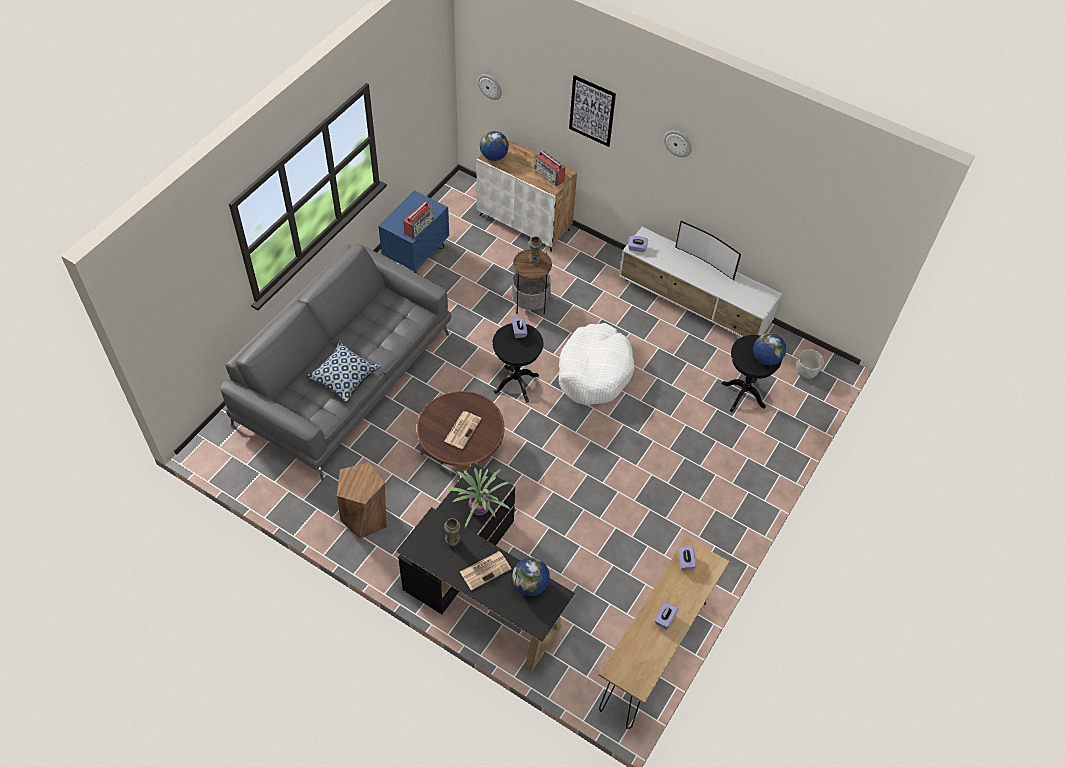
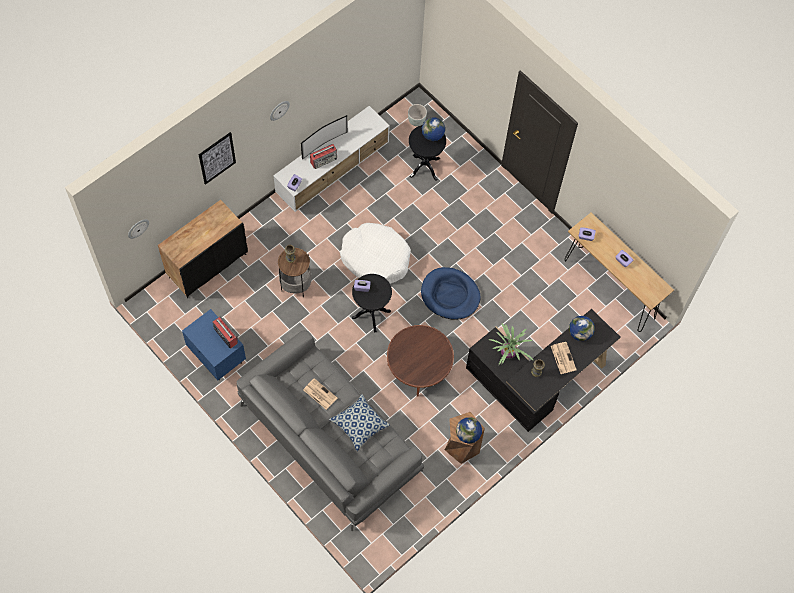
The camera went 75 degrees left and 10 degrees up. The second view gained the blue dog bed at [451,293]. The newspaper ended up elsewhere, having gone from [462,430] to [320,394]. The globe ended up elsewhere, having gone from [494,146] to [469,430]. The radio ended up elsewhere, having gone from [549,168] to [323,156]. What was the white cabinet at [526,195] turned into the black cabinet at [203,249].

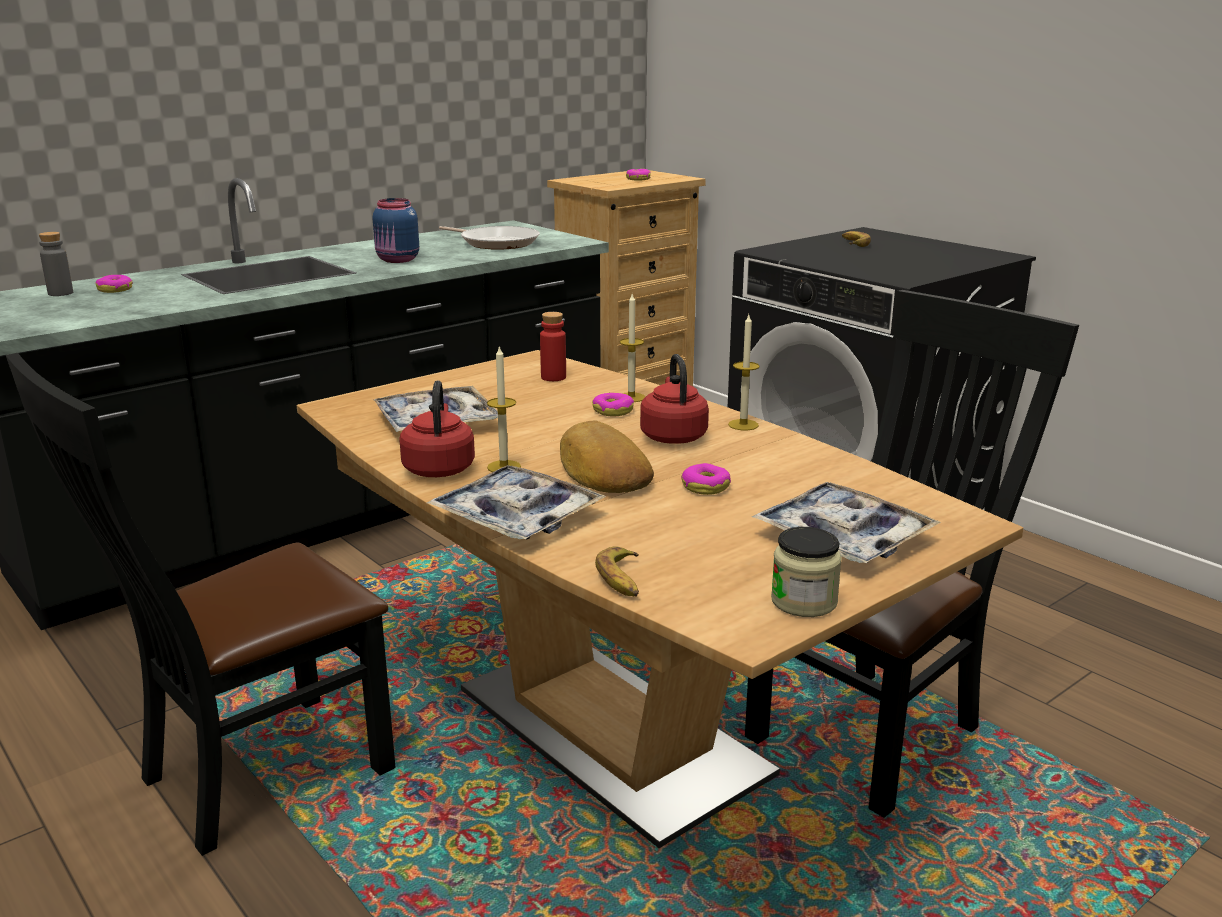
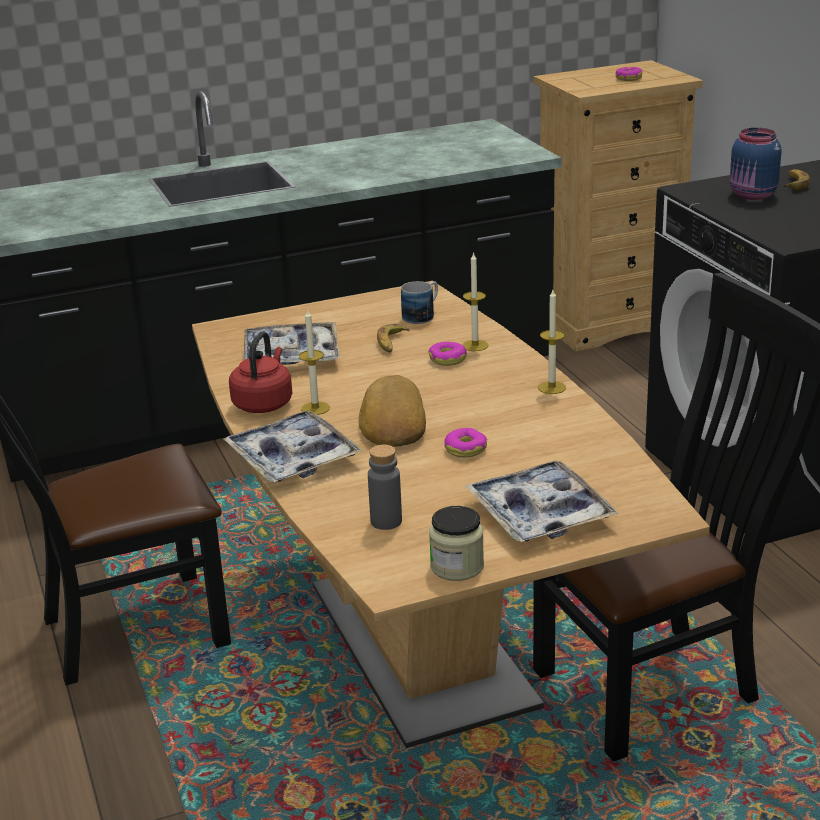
The camera went 20 degrees right and 5 degrees up. The second view lost the donut at [114,284]. The second view lost the frying pan at [489,238]. The second view lost the red kettle at [674,399]. The grey bottle ended up elsewhere, having gone from [56,264] to [385,487]. The blue jar ended up elsewhere, having gone from [396,230] to [756,164]. The banana ended up elsewhere, having gone from [617,571] to [393,338]. Where the red bottle stood at [553,346], the mug came to stand at [419,302].

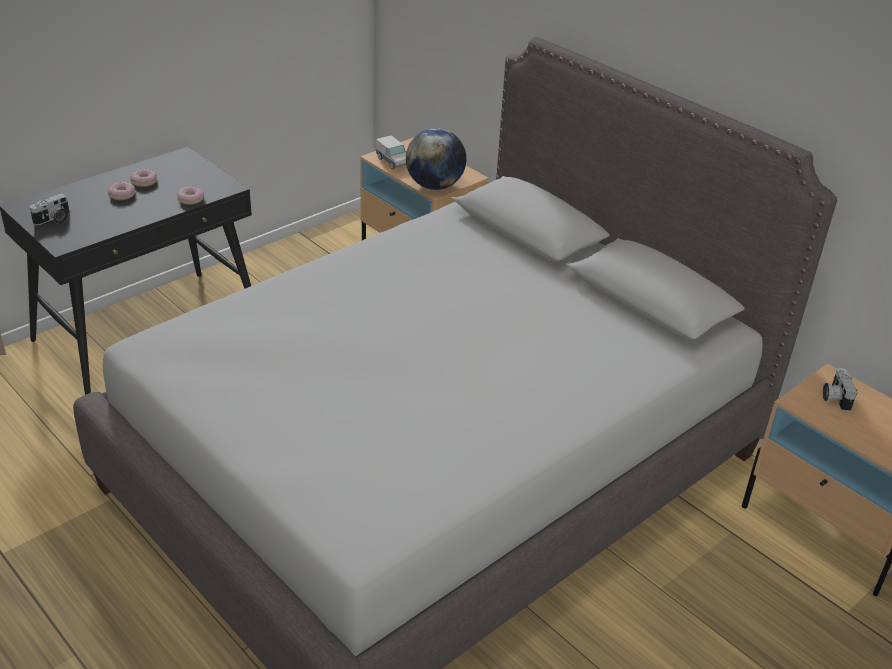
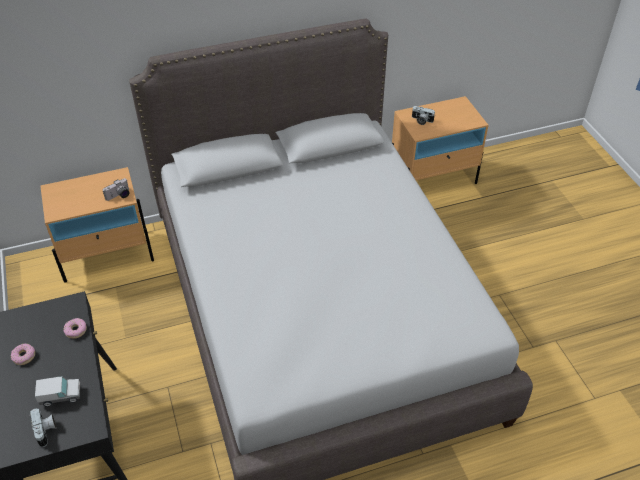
The camera went 65 degrees left and 10 degrees up. The second view lost the donut at [121,191]. The toy truck ended up elsewhere, having gone from [391,152] to [57,392]. Where the globe stood at [436,159], the photo camera came to stand at [116,189].

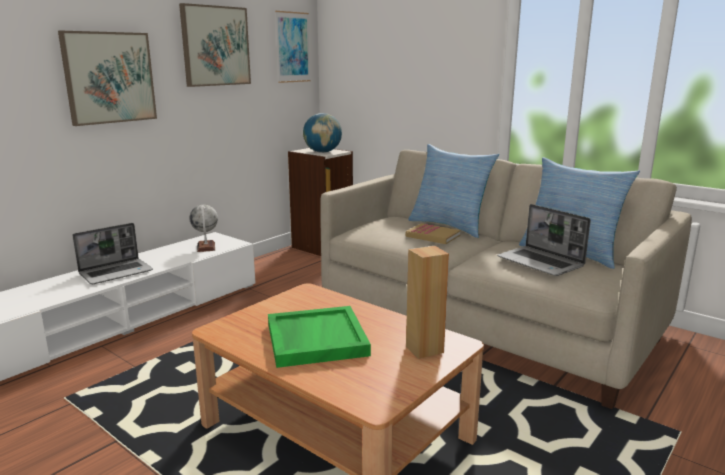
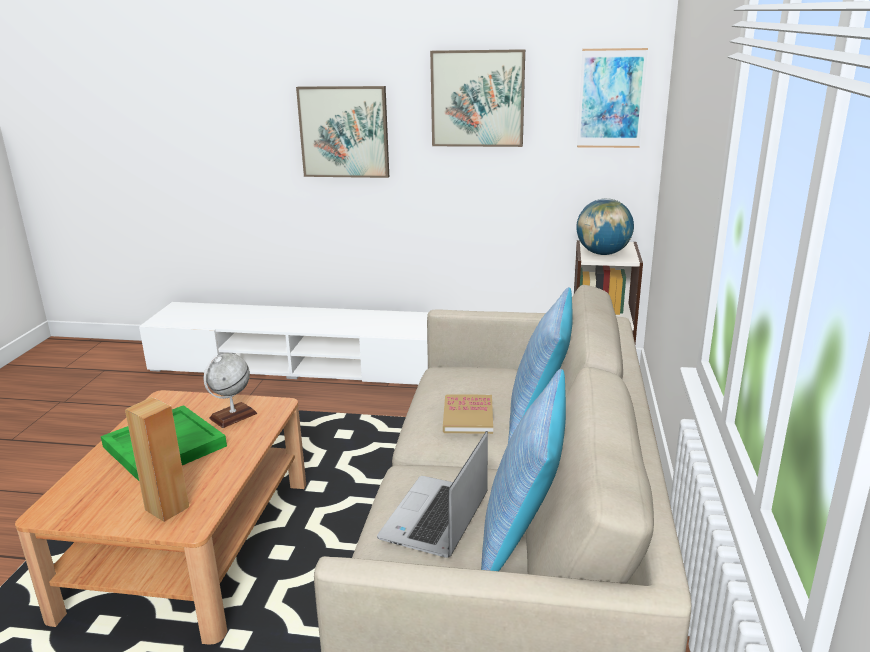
The camera went 60 degrees right and 5 degrees up. The second view lost the laptop at [112,253]. The globe ended up elsewhere, having gone from [203,228] to [230,390].

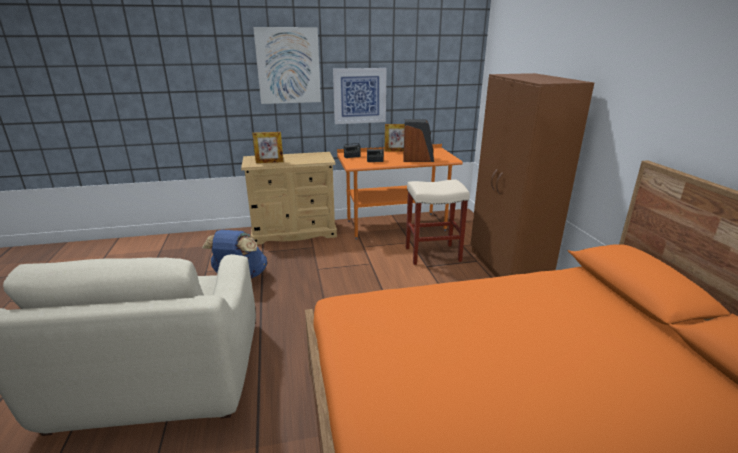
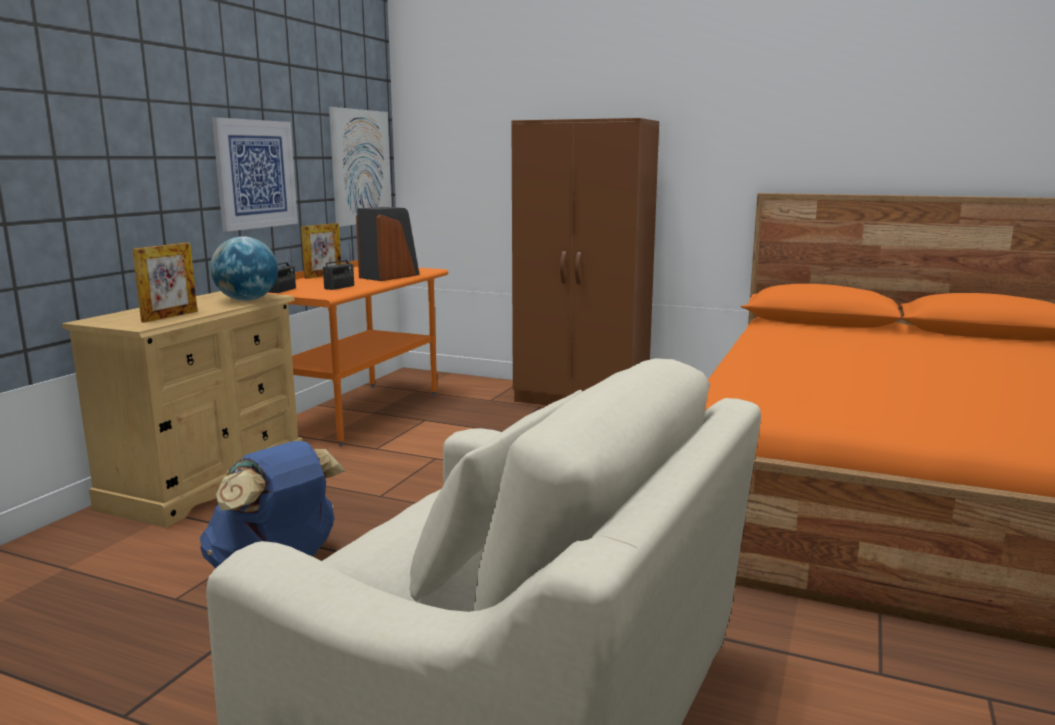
The camera went 55 degrees left and 10 degrees down. The second view lost the beige stool at [438,222]. The second view gained the globe at [244,268]. The picture ended up elsewhere, having gone from [287,65] to [360,167].

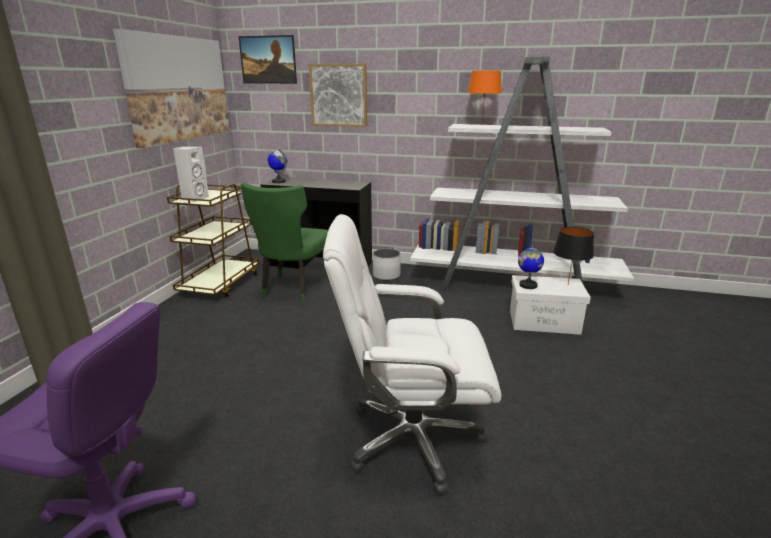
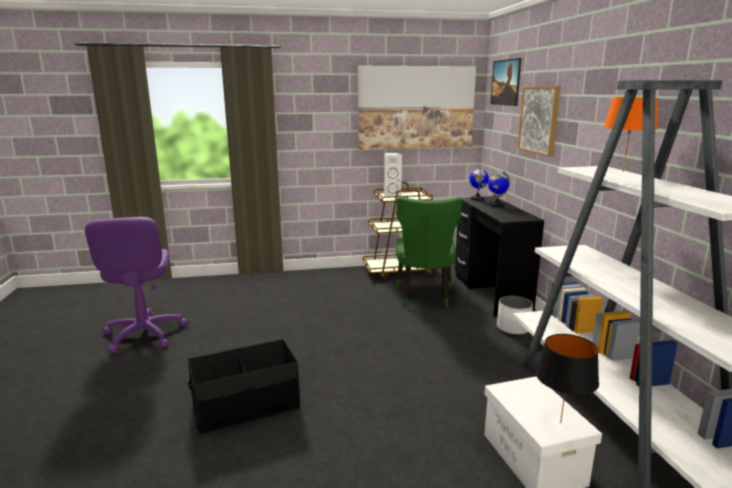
The camera went 65 degrees right and 5 degrees down. The globe ended up elsewhere, having gone from [531,266] to [499,189]. Where the white office chair stood at [412,354], the black storage box came to stand at [244,386]. The green chair at [285,243] ended up facing another way, 75 degrees counterclockwise from before.

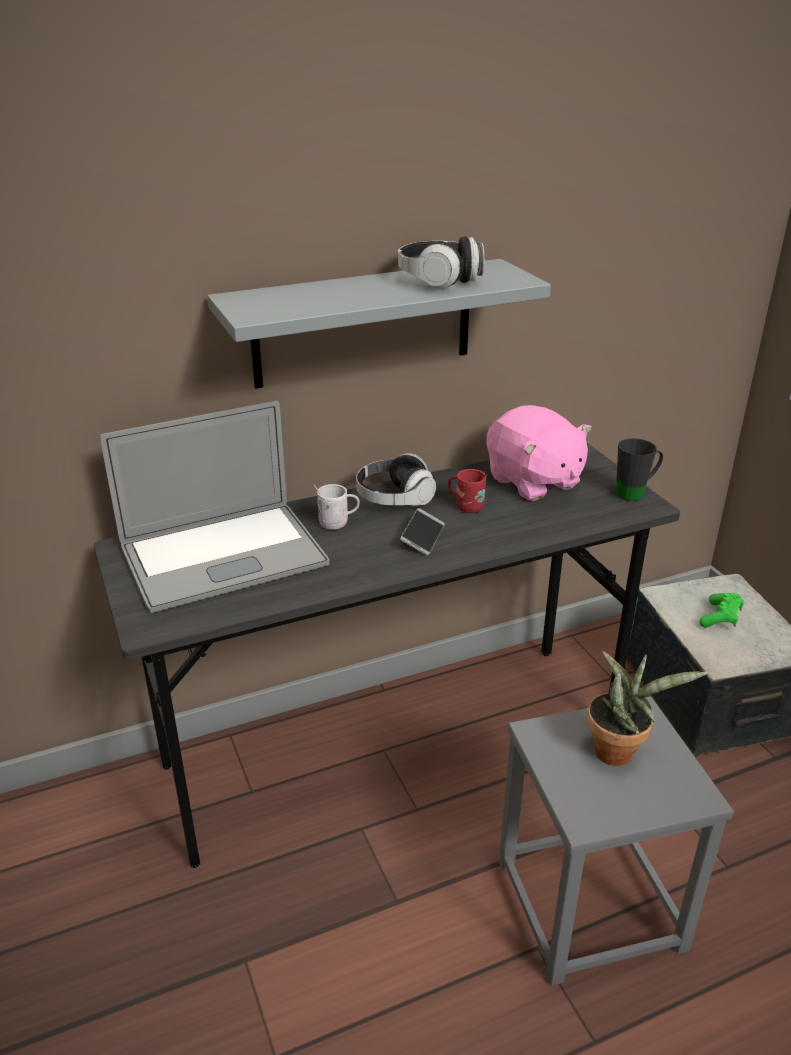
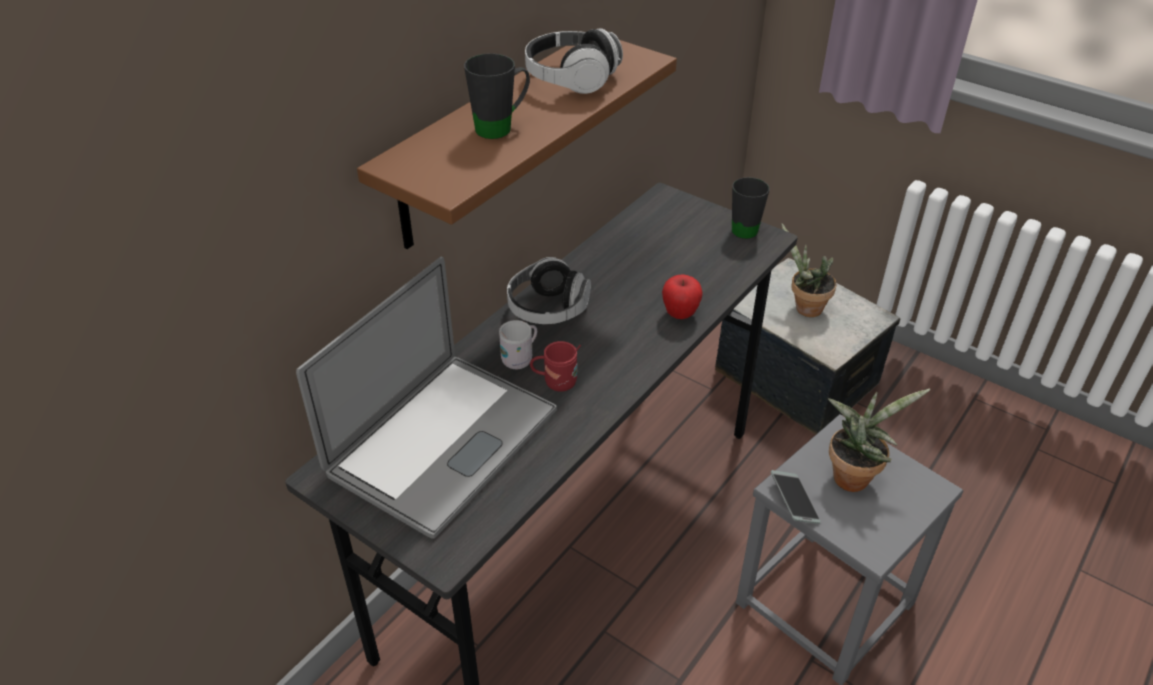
The camera went 30 degrees left and 10 degrees up. The second view lost the pink plush toy at [539,453]. The second view gained the black mug at [497,96]. The second view gained the apple at [682,296]. The phone ended up elsewhere, having gone from [422,531] to [796,497]. The red mug ended up elsewhere, having gone from [468,491] to [555,366]. Where the green game controller stood at [721,610], the potted plant came to stand at [808,270]. What was the grey shelf at [379,324] turned into the brown shelf at [517,144].

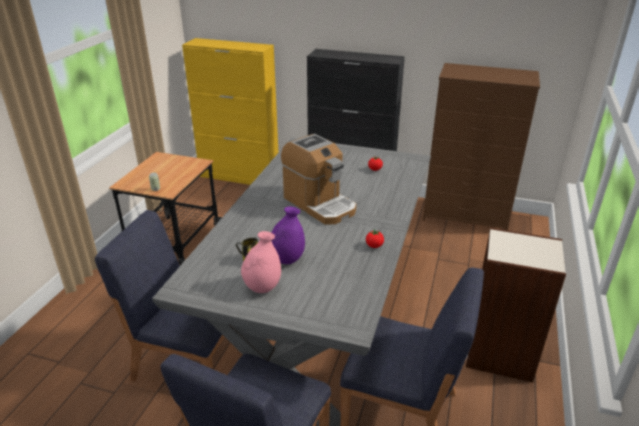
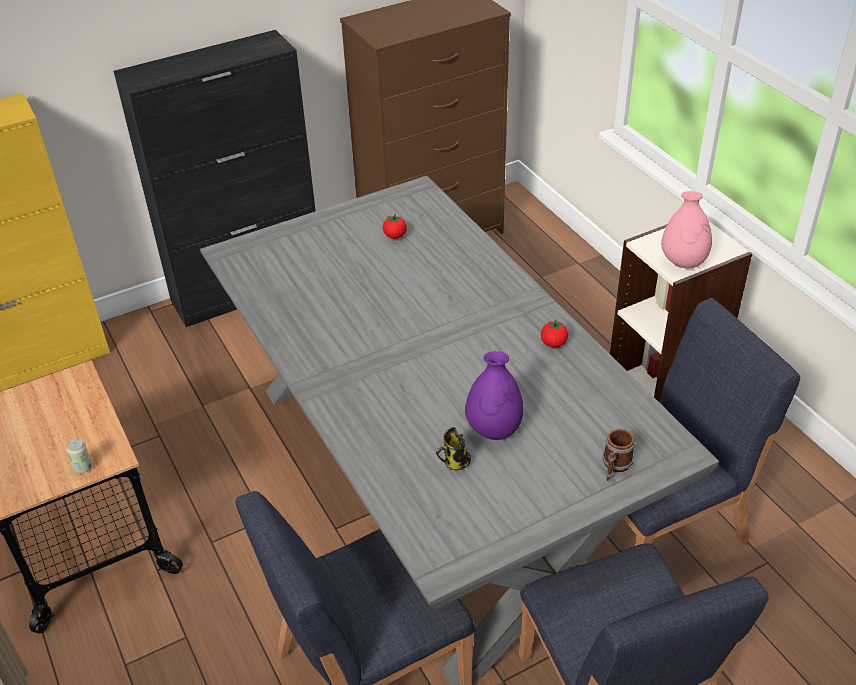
The camera went 45 degrees left and 10 degrees up. The second view lost the coffee machine at [318,179]. The second view gained the mug at [618,455]. The pink vase ended up elsewhere, having gone from [261,262] to [686,229].

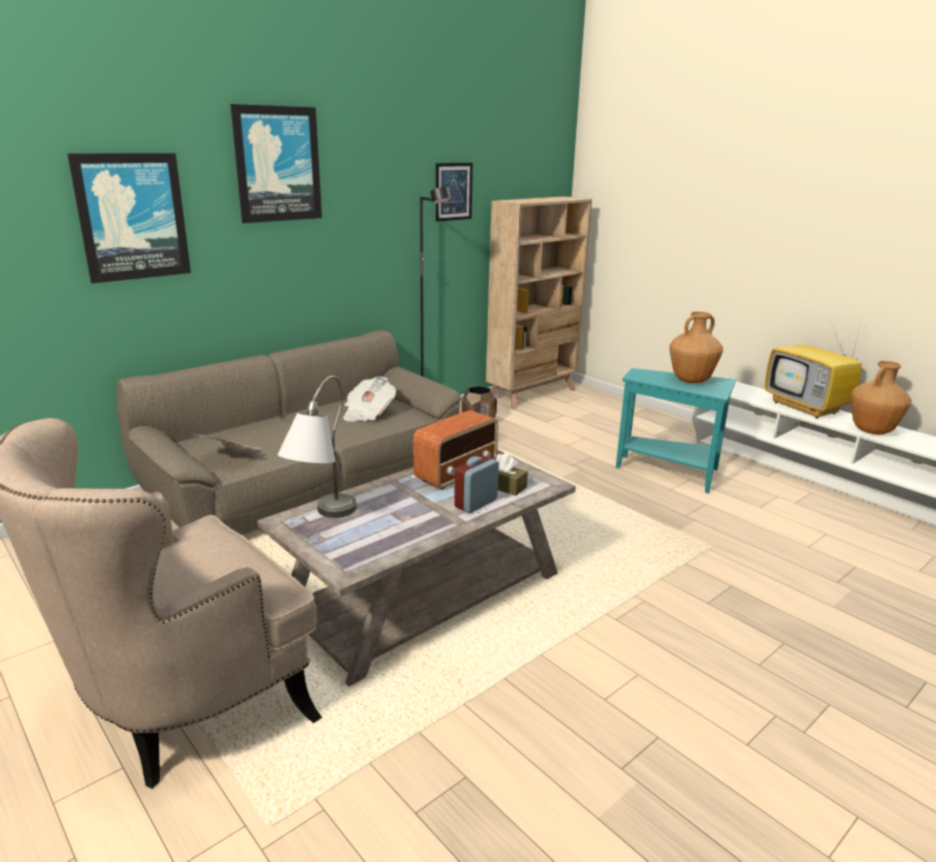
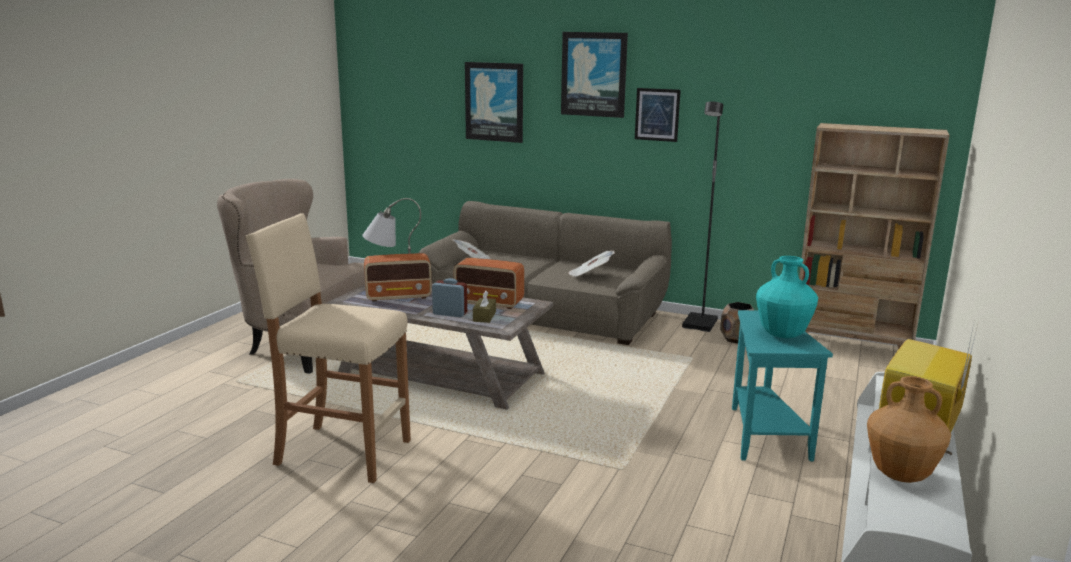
The camera went 65 degrees right and 5 degrees down. The second view gained the beige stool at [328,348]. The second view gained the radio at [398,277]. The picture ended up elsewhere, having gone from [454,192] to [658,115]. What was the brown vase at [696,347] turned into the turquoise vase at [787,297].

